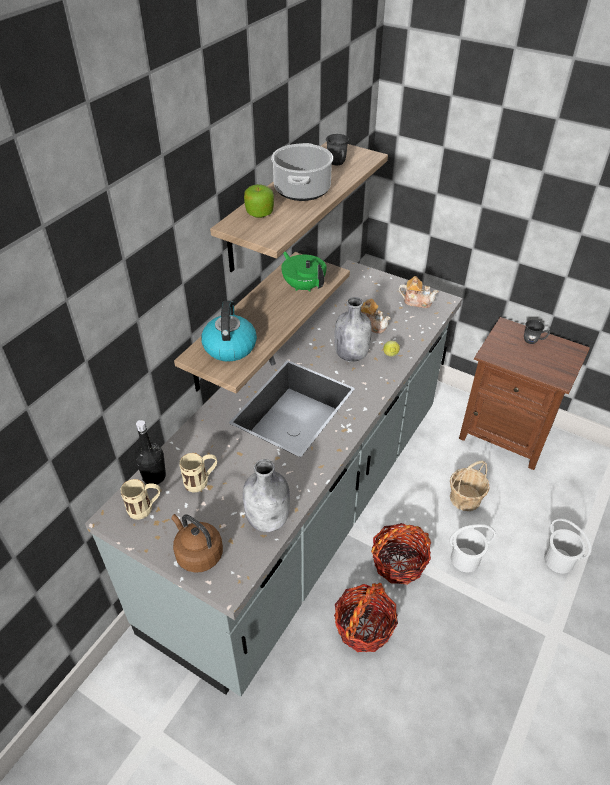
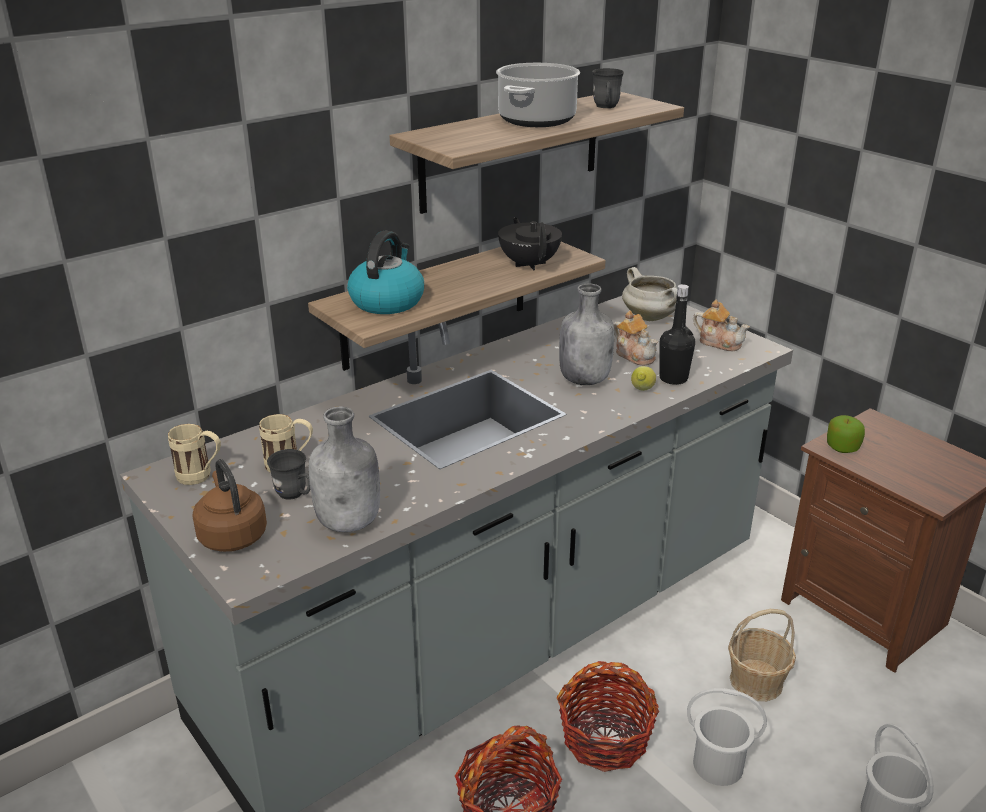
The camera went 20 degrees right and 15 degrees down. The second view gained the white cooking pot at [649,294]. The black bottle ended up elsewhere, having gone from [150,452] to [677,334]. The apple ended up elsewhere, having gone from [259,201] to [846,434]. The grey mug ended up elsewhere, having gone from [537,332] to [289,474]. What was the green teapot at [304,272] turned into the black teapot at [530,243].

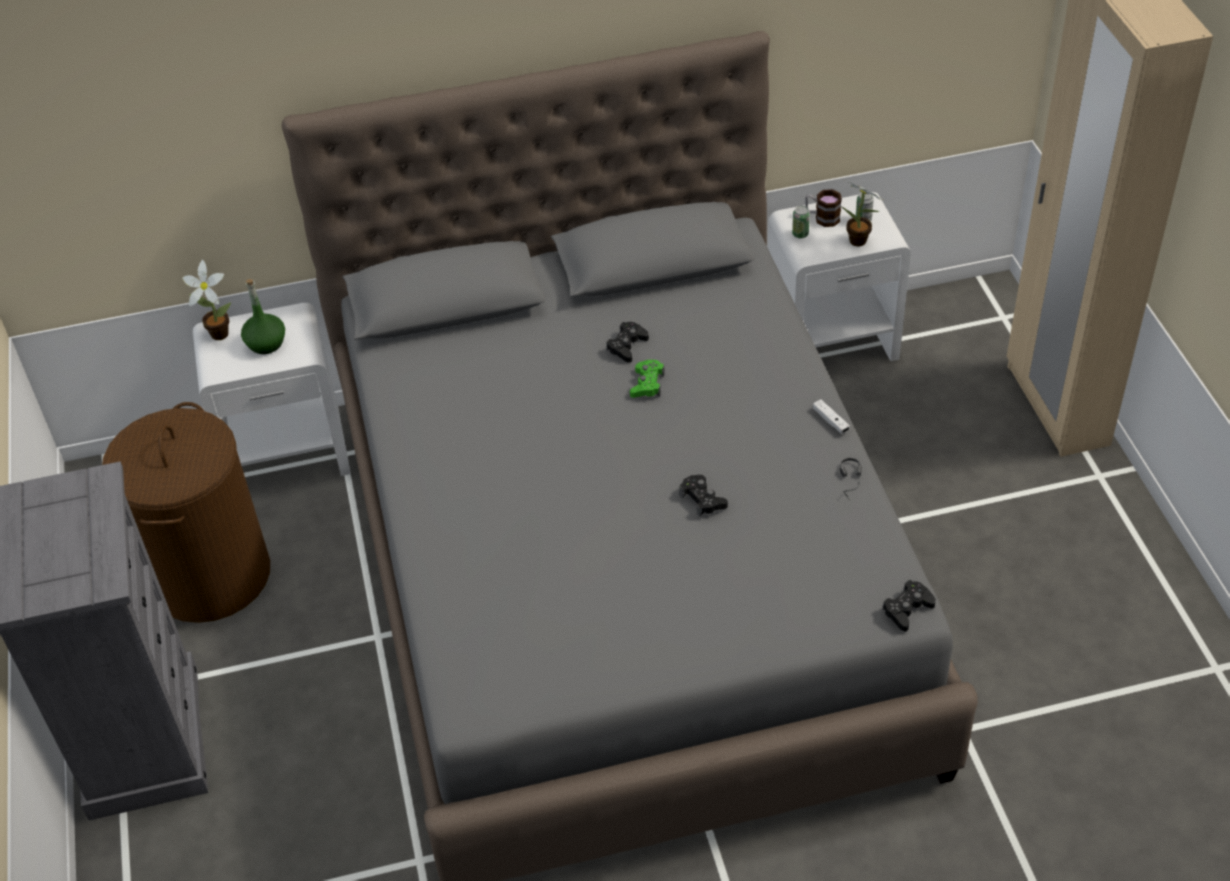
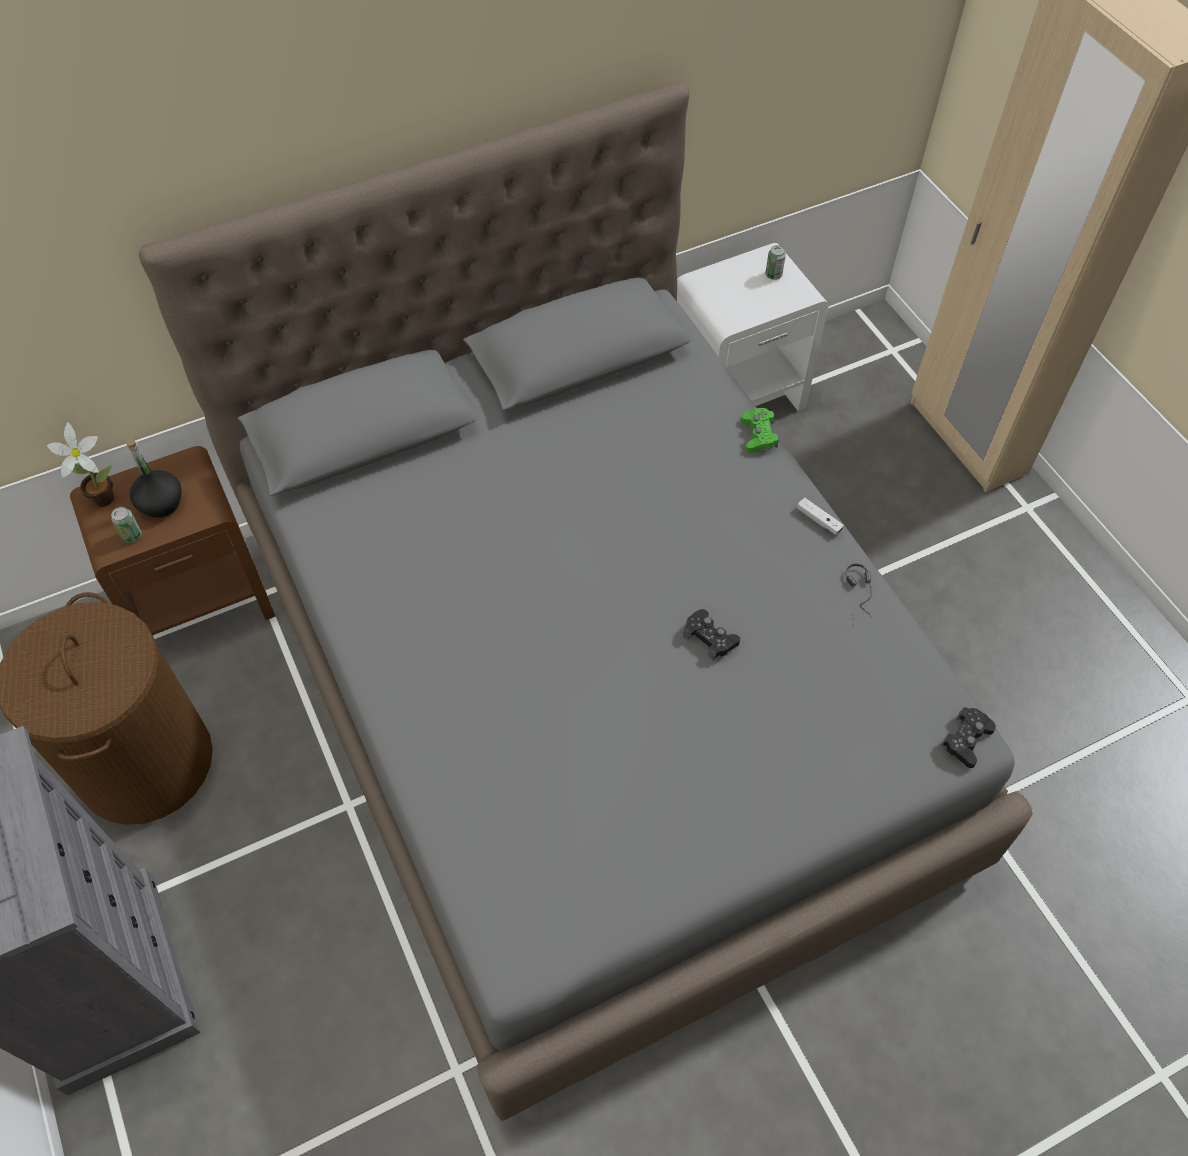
The camera went 15 degrees left and 10 degrees up. The second view lost the black game controller at [627,342]. The second view lost the mug at [823,208]. The second view lost the potted plant at [861,213]. The green game controller ended up elsewhere, having gone from [647,379] to [760,430]. The can ended up elsewhere, having gone from [801,222] to [126,525]. What was the white nightstand at [272,389] turned into the brown nightstand at [173,540]. What was the green bottle at [263,316] turned into the black bottle at [154,479].

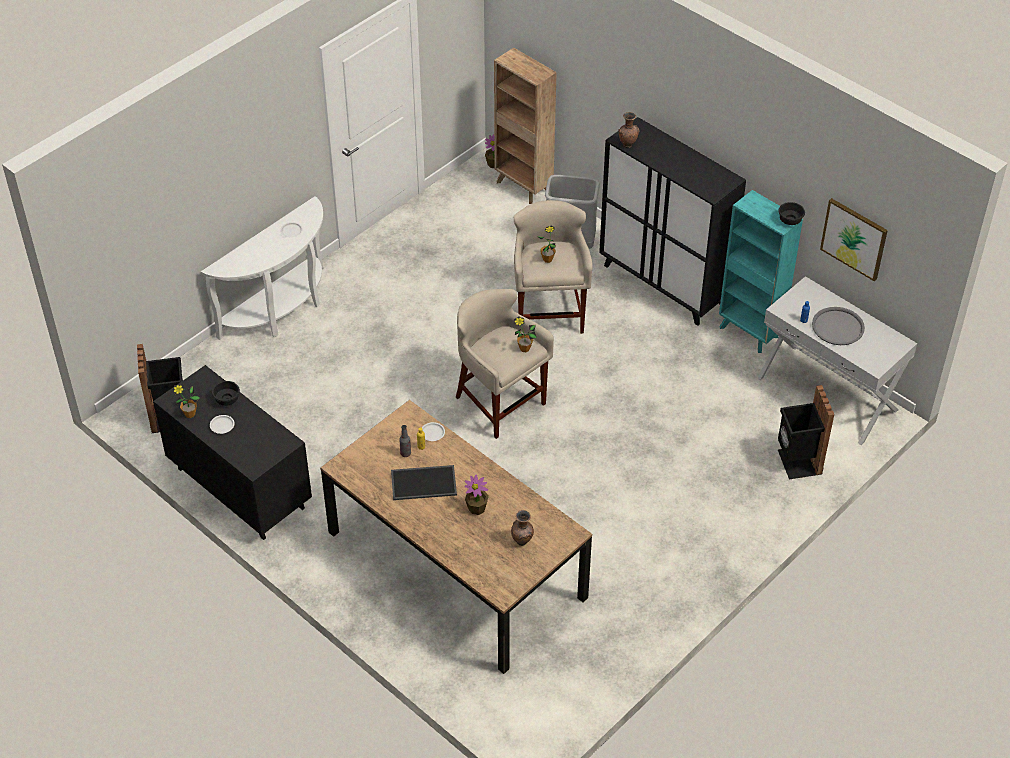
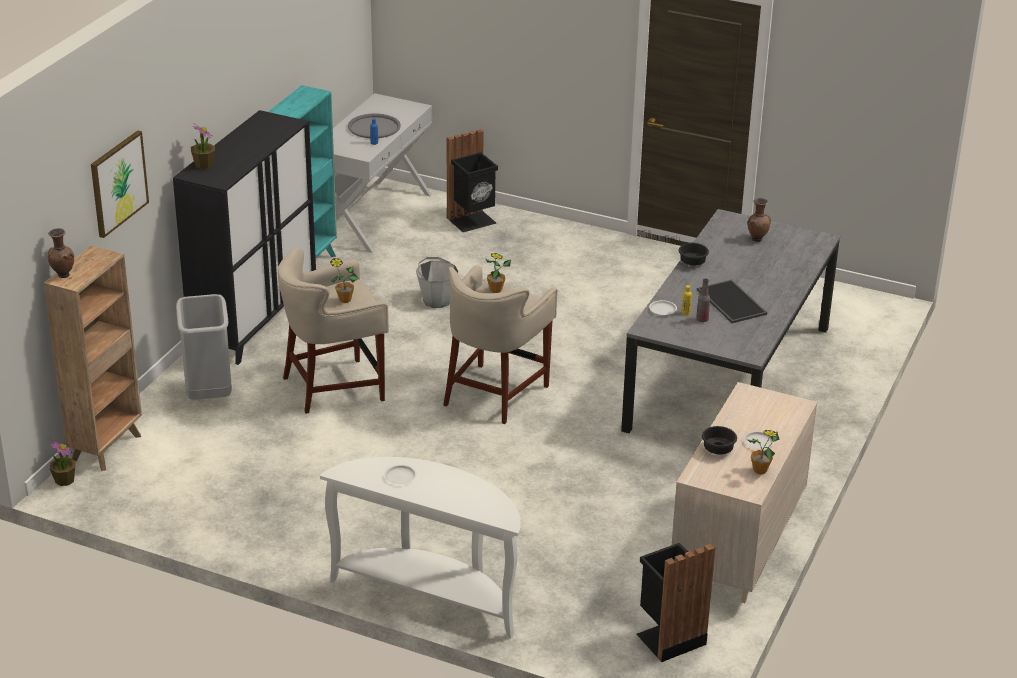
The camera went 110 degrees left and 15 degrees down. The second view gained the grey bucket at [437,282]. The potted plant ended up elsewhere, having gone from [477,495] to [203,146]. The brown vase ended up elsewhere, having gone from [629,130] to [61,253]. The black bowl ended up elsewhere, having gone from [791,213] to [694,254]. The picture ended up elsewhere, having gone from [854,239] to [120,184]. What was the black dresser at [232,452] turned into the beige dresser at [744,492]. What was the brown dining table at [456,537] turned into the grey dining table at [730,321].

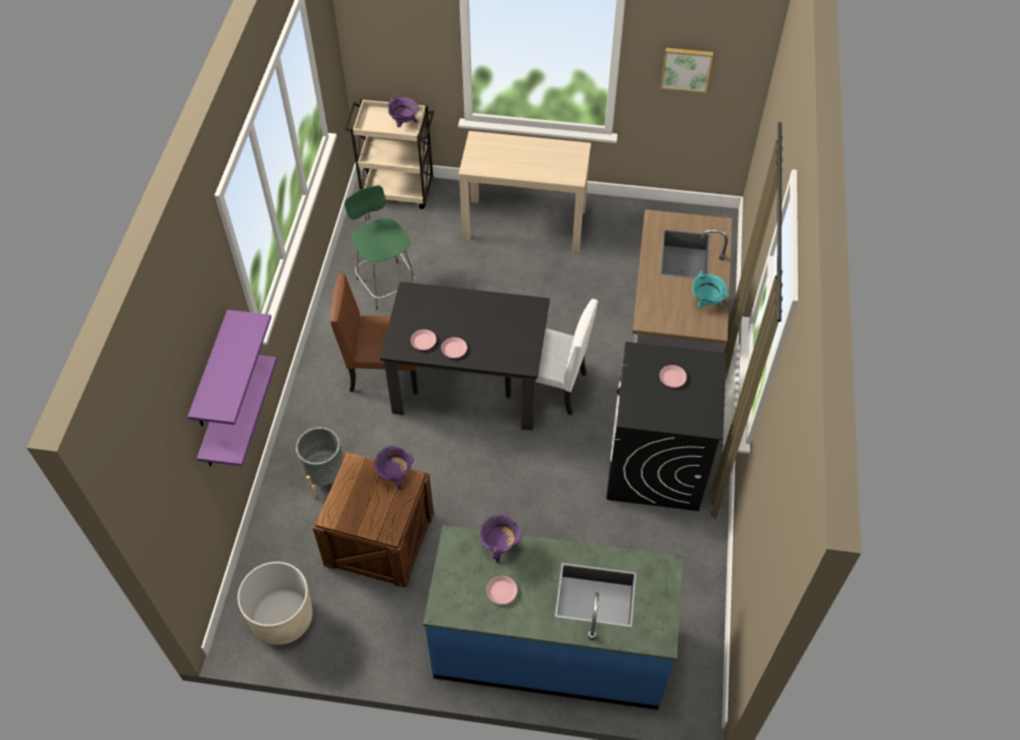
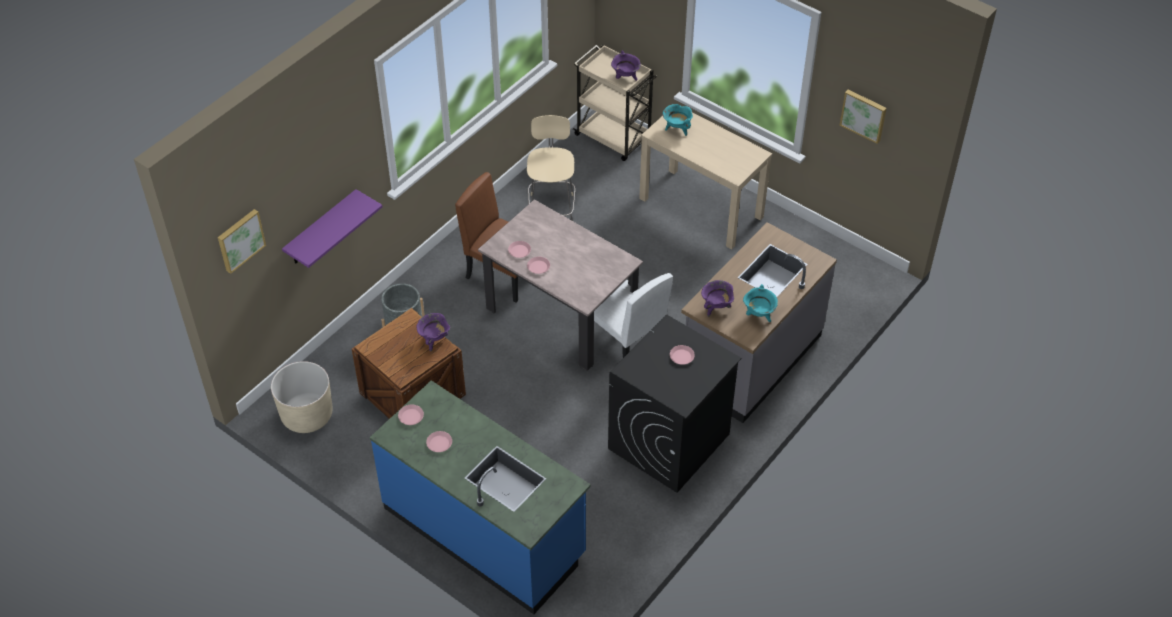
The camera went 30 degrees right and 5 degrees down. The second view lost the purple shelf at [229,368]. The second view gained the picture at [242,241]. The second view gained the pink plate at [411,415]. The second view gained the turquoise cooking pot at [678,120]. The purple cooking pot ended up elsewhere, having gone from [501,538] to [718,298]. What was the green chair at [380,248] turned into the beige chair at [551,168]. What was the black dining table at [465,356] turned into the beige dining table at [560,285].

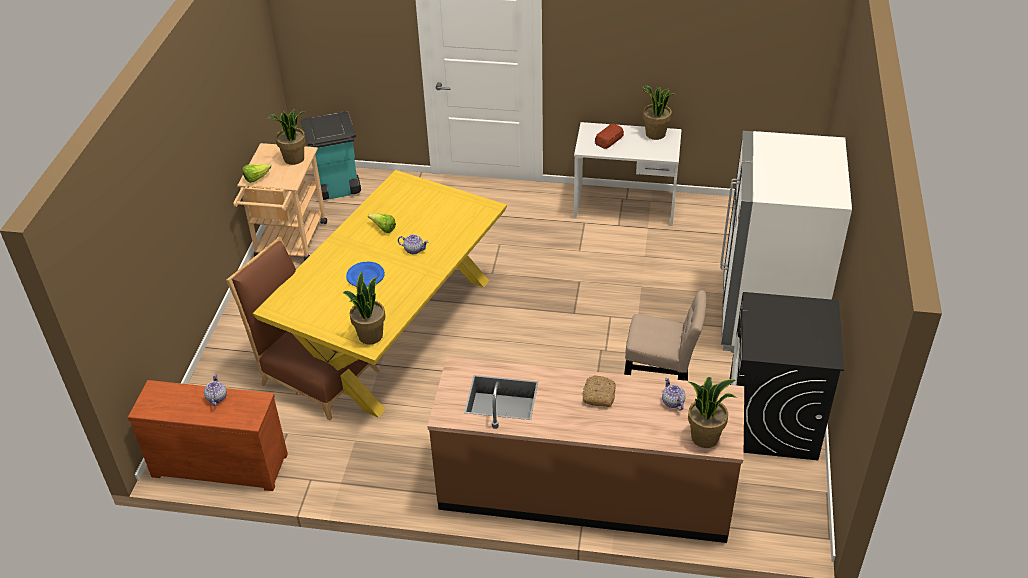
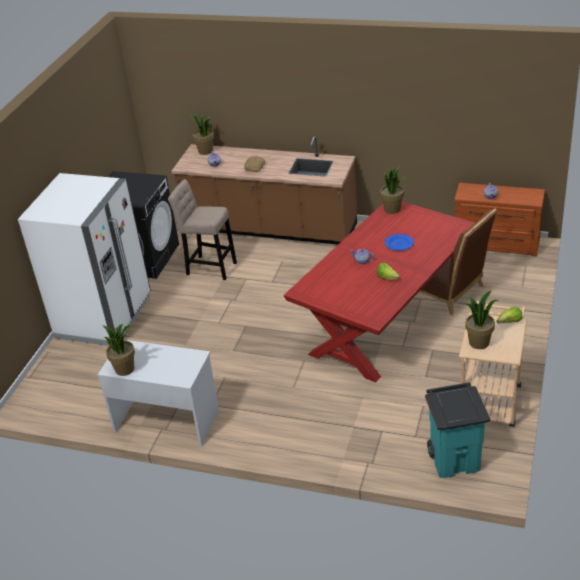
The camera went 170 degrees left and 5 degrees down. The second view lost the bread at [609,136]. What was the yellow dining table at [380,294] turned into the red dining table at [379,292].

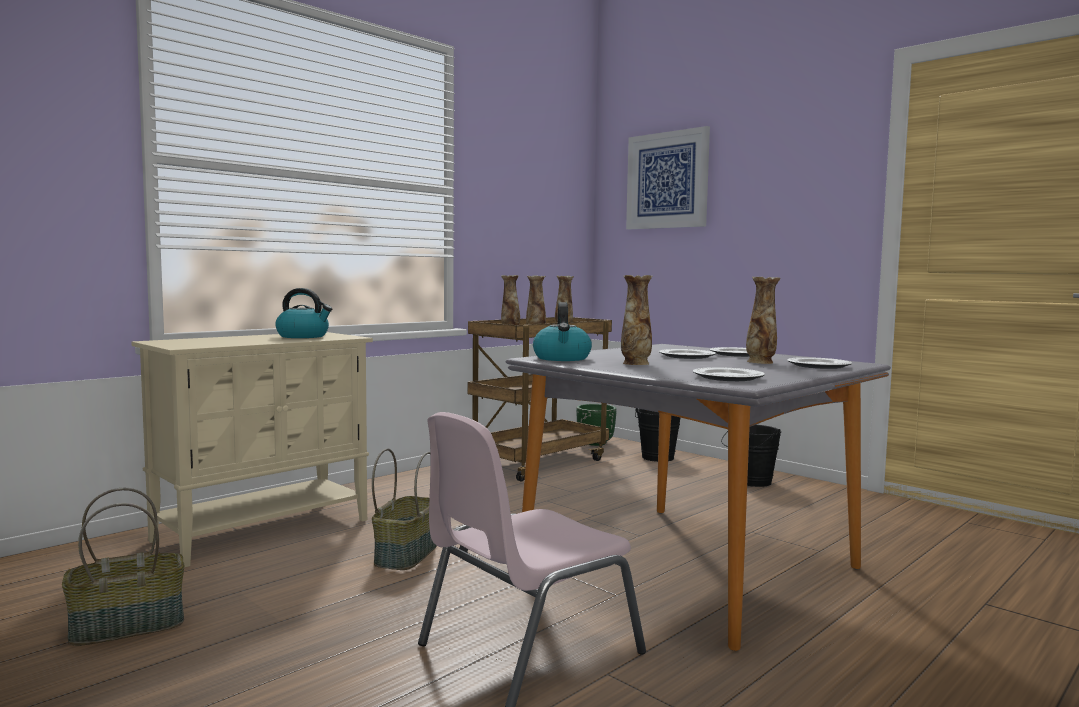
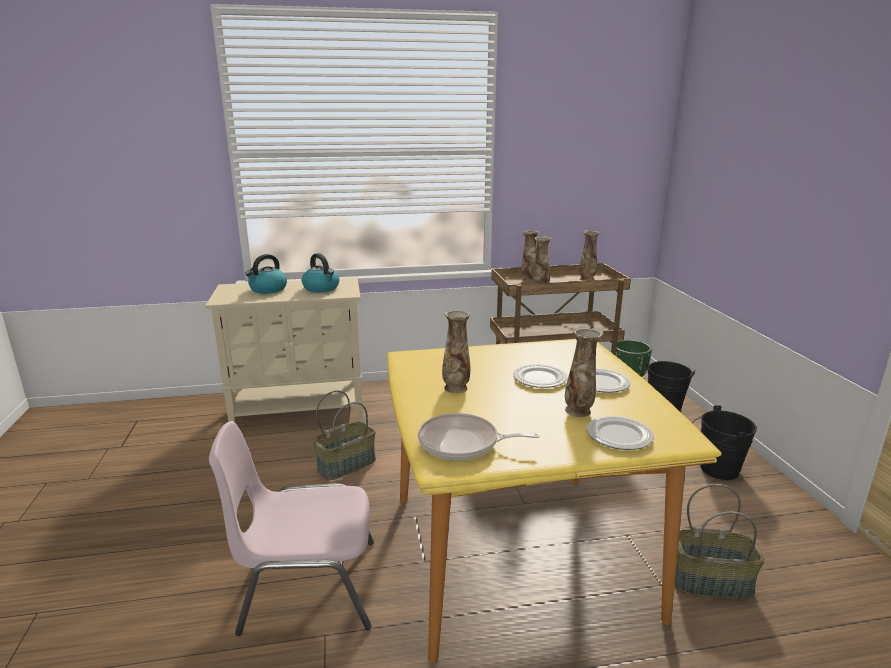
The camera went 35 degrees right and 15 degrees up. The second view lost the picture at [668,177]. The basket ended up elsewhere, having gone from [123,567] to [720,541]. The kettle ended up elsewhere, having gone from [562,331] to [266,274]. Where the plate stood at [729,374], the frying pan came to stand at [479,436]. What was the grey dining table at [698,497] turned into the yellow dining table at [554,501].

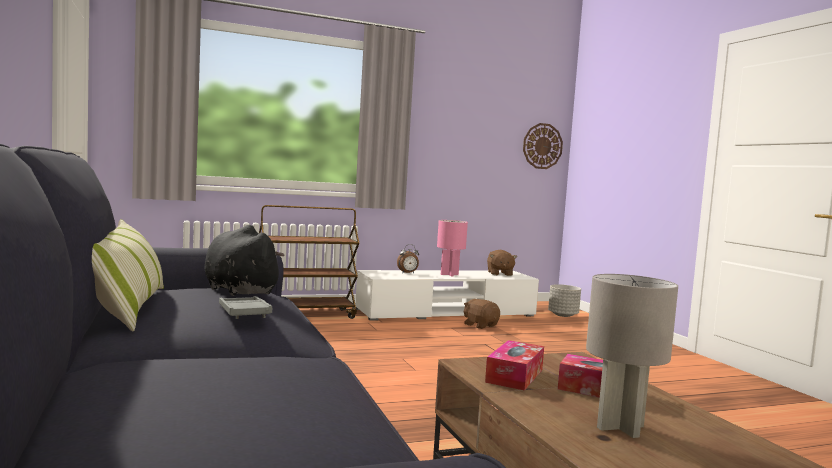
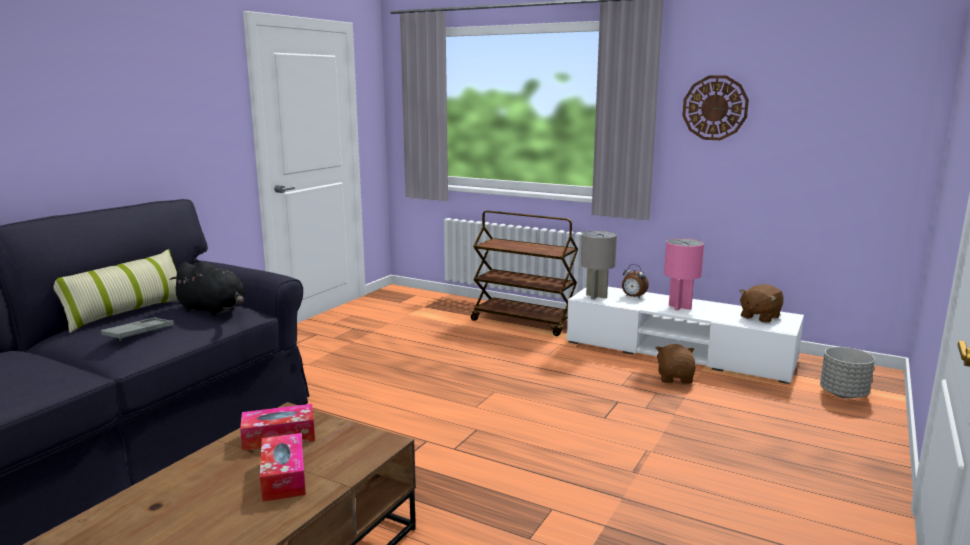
The camera went 50 degrees right and 10 degrees up. The wall clock ended up elsewhere, having gone from [543,146] to [715,107]. The grey table lamp ended up elsewhere, having gone from [632,356] to [599,265]. The black plush toy at [244,260] ended up facing another way, 105 degrees clockwise from before.

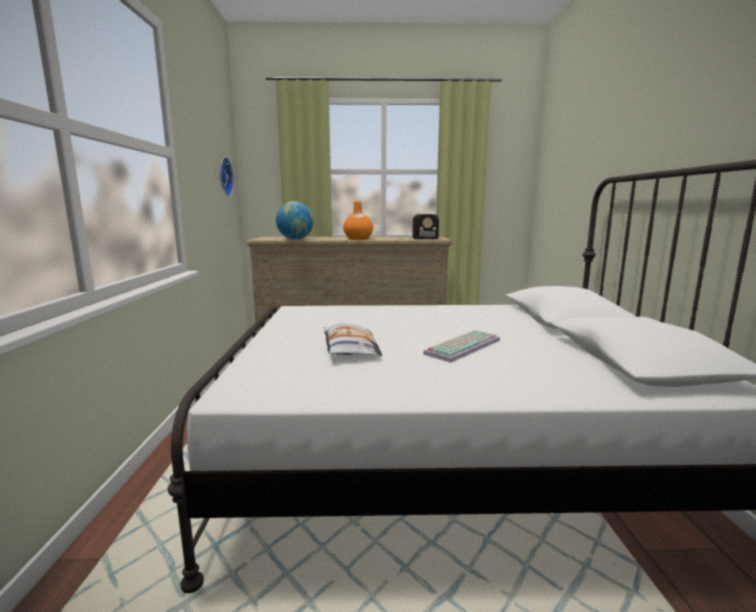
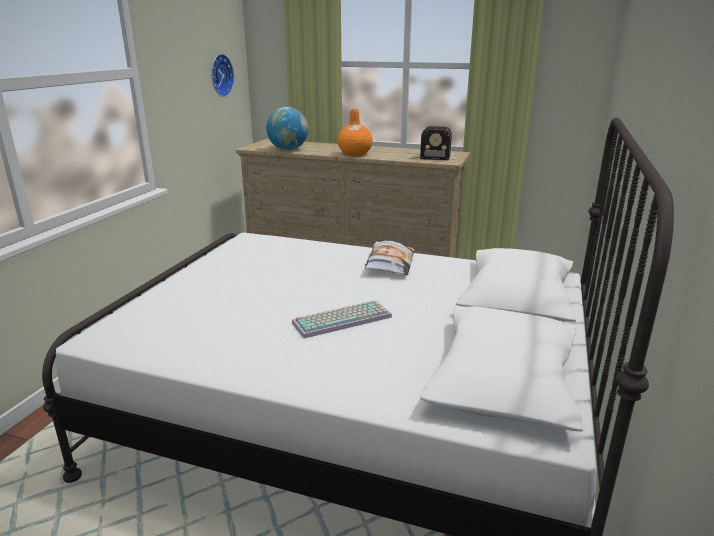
The camera went 20 degrees right and 10 degrees up. The pillow ended up elsewhere, having gone from [353,339] to [390,258].

